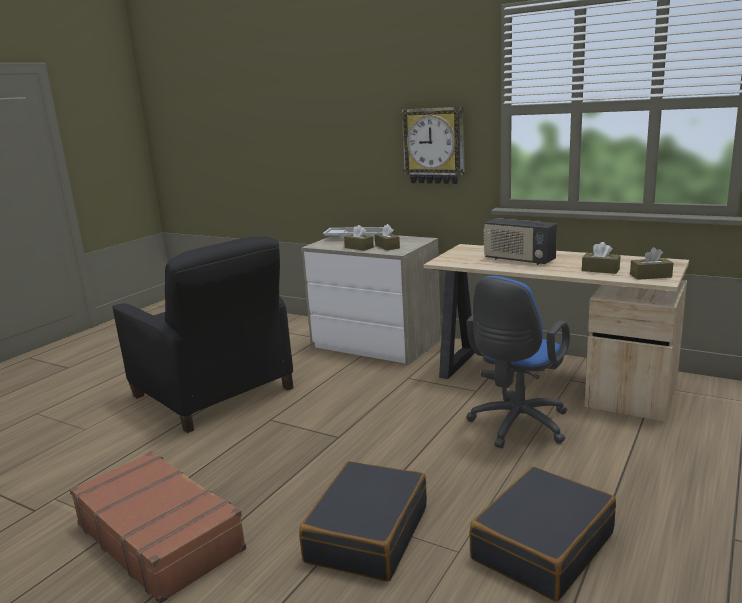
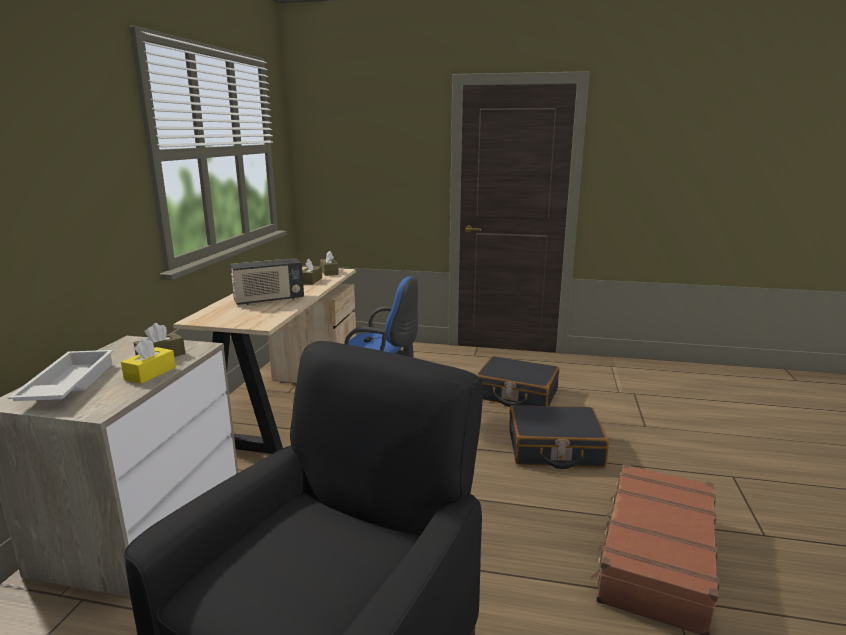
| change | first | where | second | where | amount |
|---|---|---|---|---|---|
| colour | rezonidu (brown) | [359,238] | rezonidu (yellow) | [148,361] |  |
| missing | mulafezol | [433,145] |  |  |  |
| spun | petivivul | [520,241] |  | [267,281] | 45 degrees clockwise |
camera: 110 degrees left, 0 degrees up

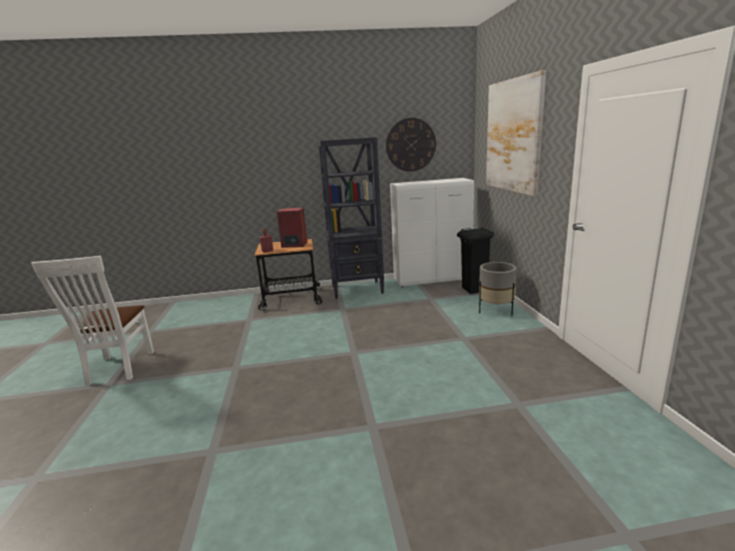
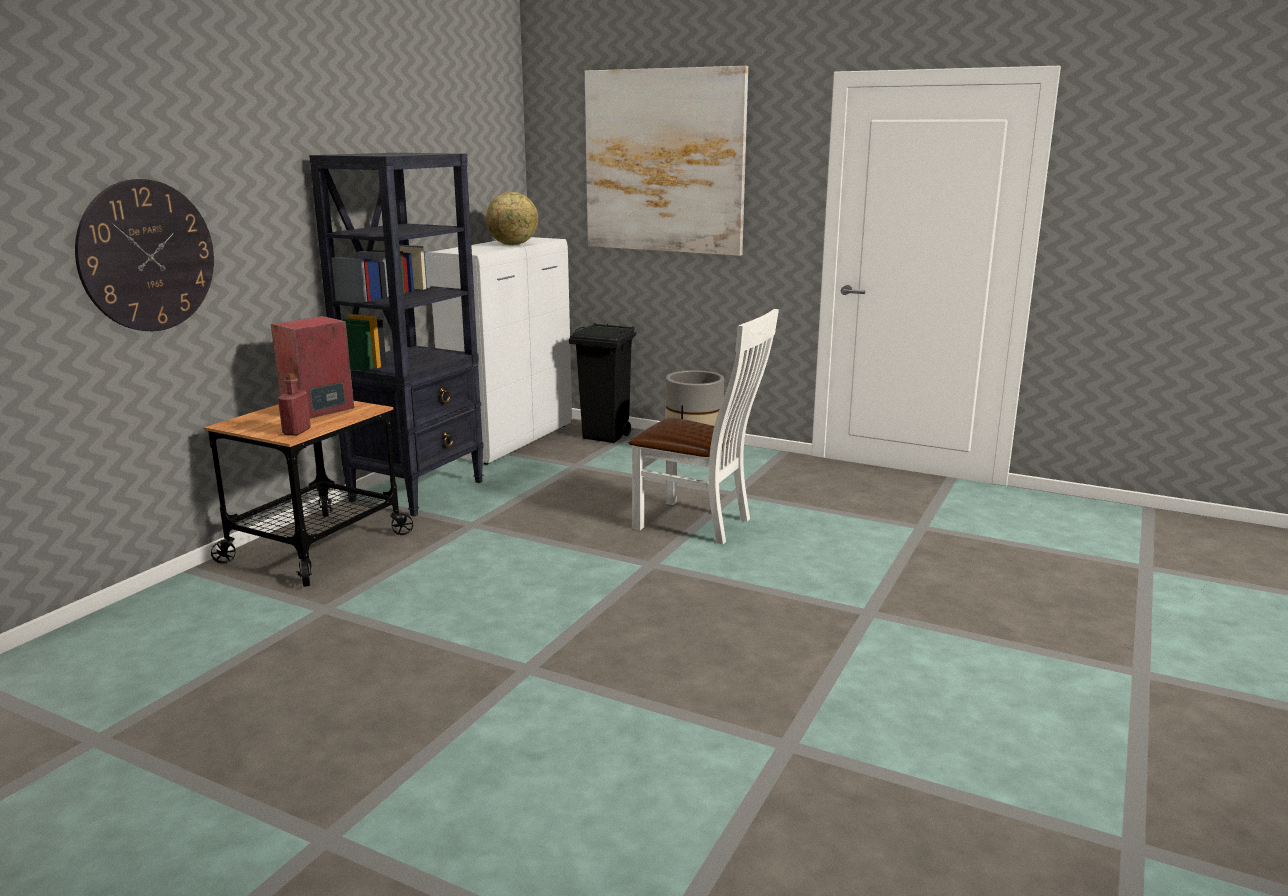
| change | first | where | second | where | amount |
|---|---|---|---|---|---|
| relocated | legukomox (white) | [92,320] |  | [703,426] |  |
| relocated | mulafezol | [411,145] |  | [144,255] |  |
| appeared |  |  | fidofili | [512,218] |  |
camera: 55 degrees left, 0 degrees up

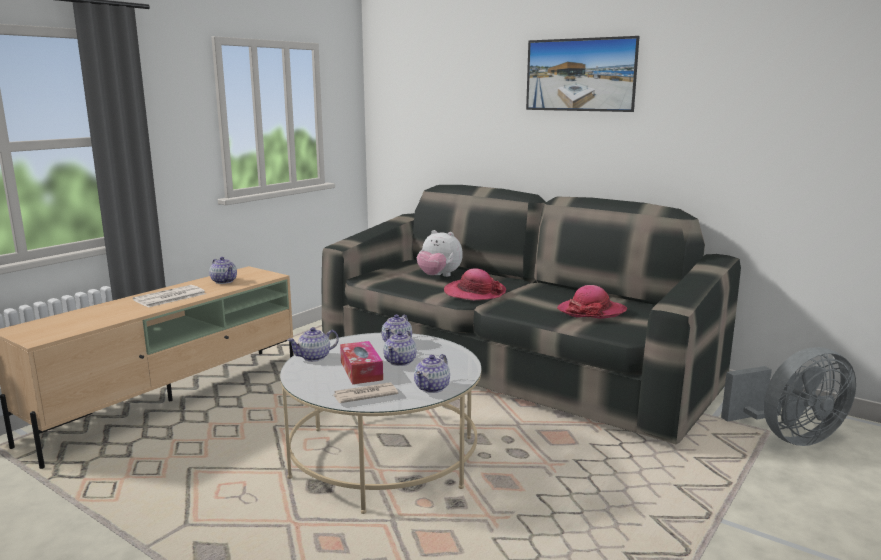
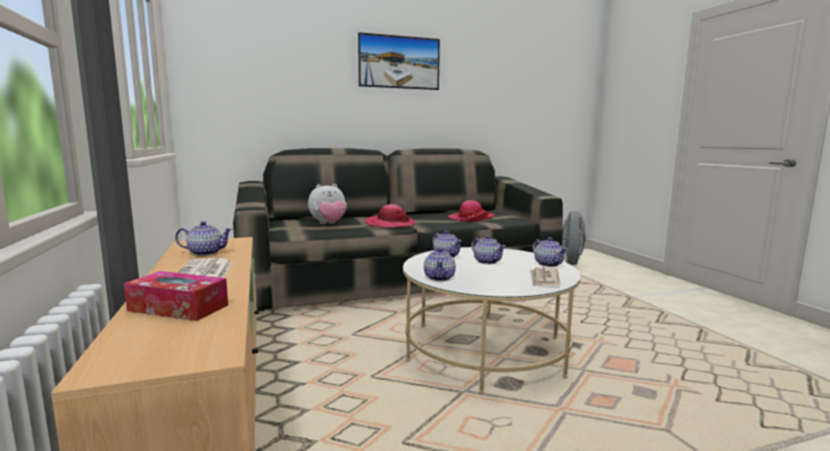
| change | first | where | second | where | amount |
|---|---|---|---|---|---|
| relocated | rezonidu | [361,362] |  | [176,296] |  |
camera: 55 degrees left, 5 degrees down

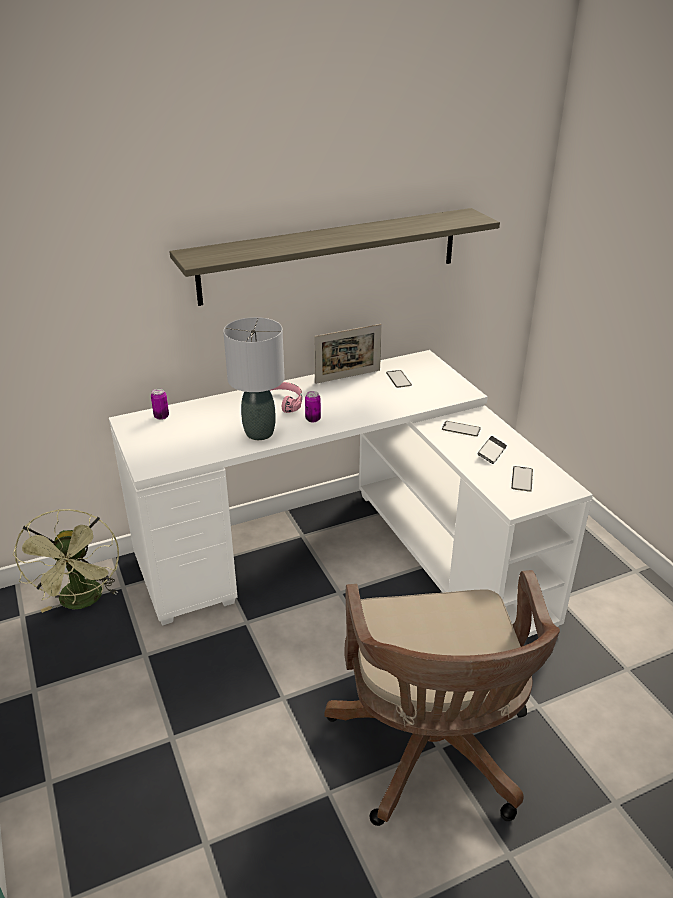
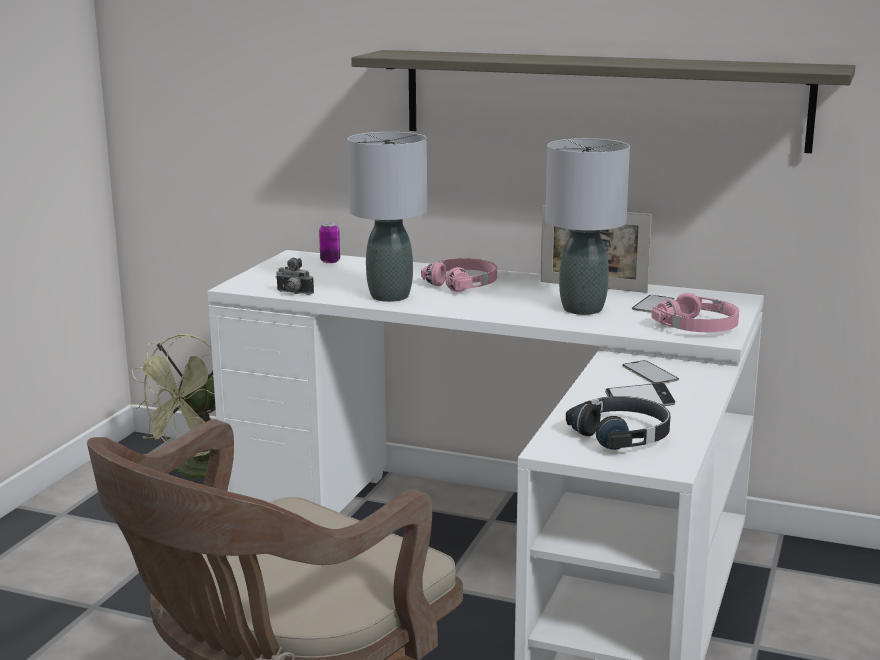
| change | first | where | second | where | amount |
|---|---|---|---|---|---|
| missing | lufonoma | [313,406] |  |  |  |
| exchanged | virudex | [522,479] | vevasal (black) | [618,423] |  |
| appeared |  |  | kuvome | [294,276] |  |
| appeared |  |  | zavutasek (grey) | [587,226] |  |
| appeared |  |  | vevasal (pink) | [695,312] |  |
camera: 45 degrees right, 15 degrees down

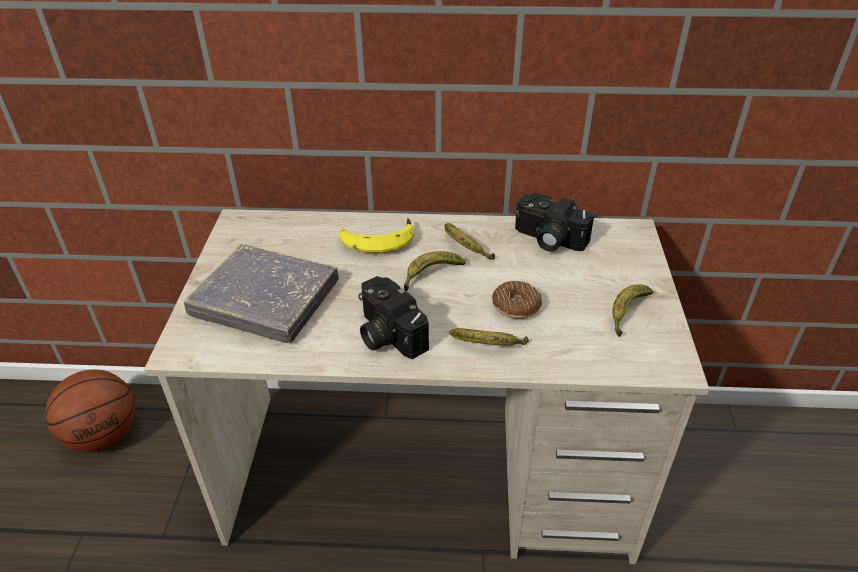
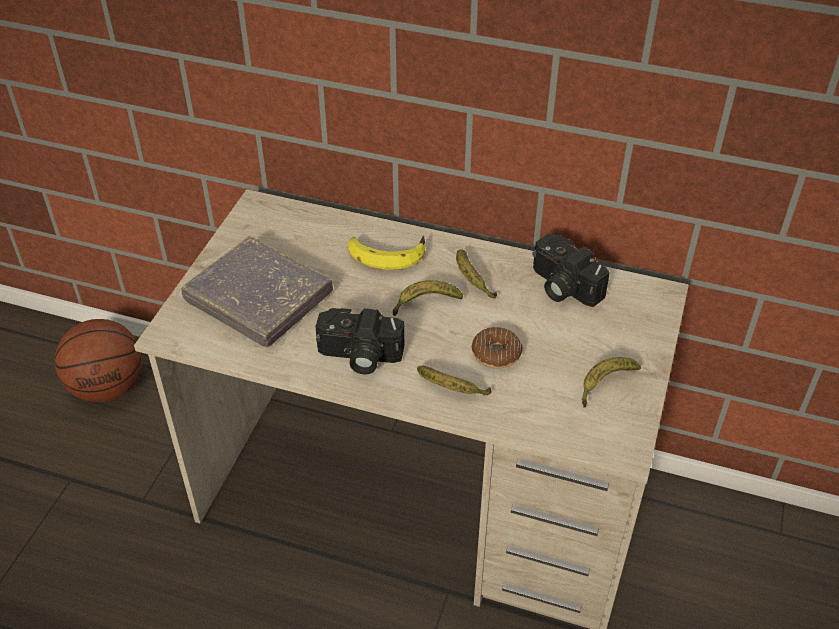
| change | first | where | second | where | amount |
|---|---|---|---|---|---|
| spun | kuvome | [393,317] |  | [359,341] | 60 degrees counterclockwise |
camera: 15 degrees right, 5 degrees up

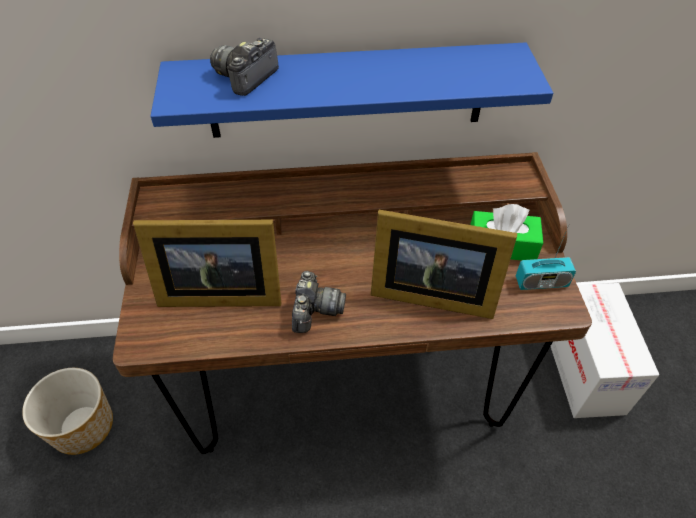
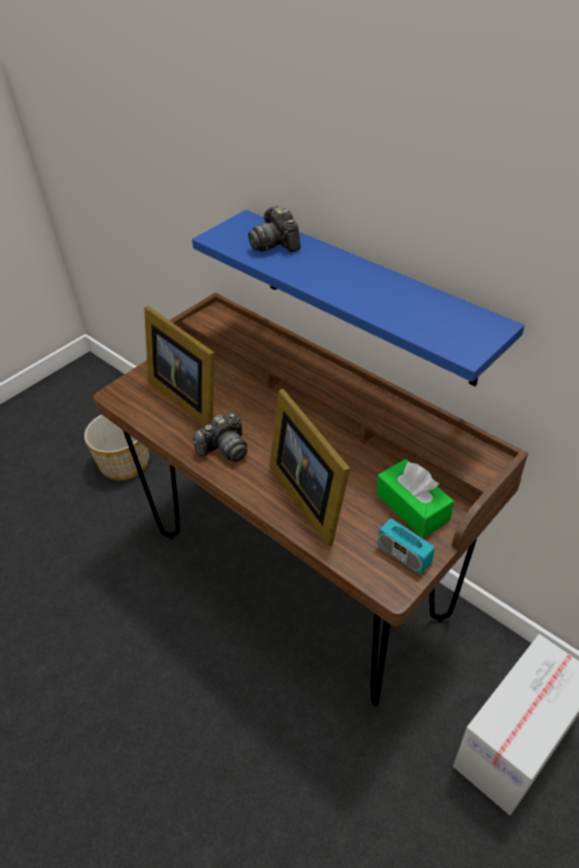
| change | first | where | second | where | amount |
|---|---|---|---|---|---|
| spun | kuvome | [244,67] |  | [274,229] | 105 degrees counterclockwise |
camera: 50 degrees right, 5 degrees down

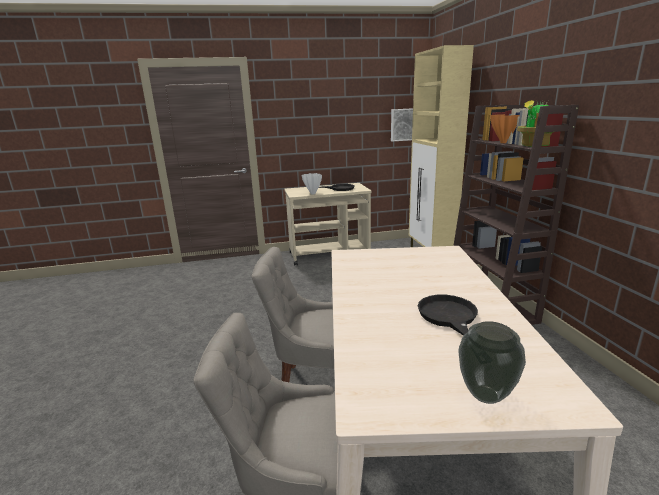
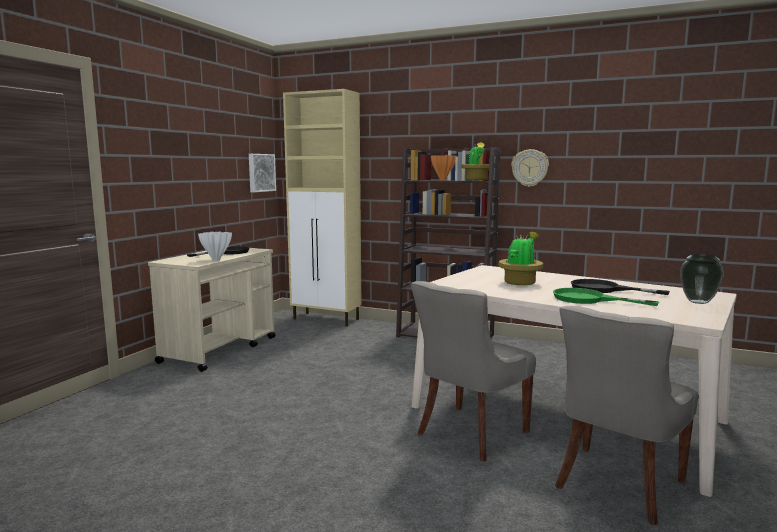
| change | first | where | second | where | amount |
|---|---|---|---|---|---|
| appeared |  |  | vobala | [520,258] |  |
| appeared |  |  | mulafezol | [530,168] |  |
| appeared |  |  | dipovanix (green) | [606,297] |  |
camera: 55 degrees left, 10 degrees down

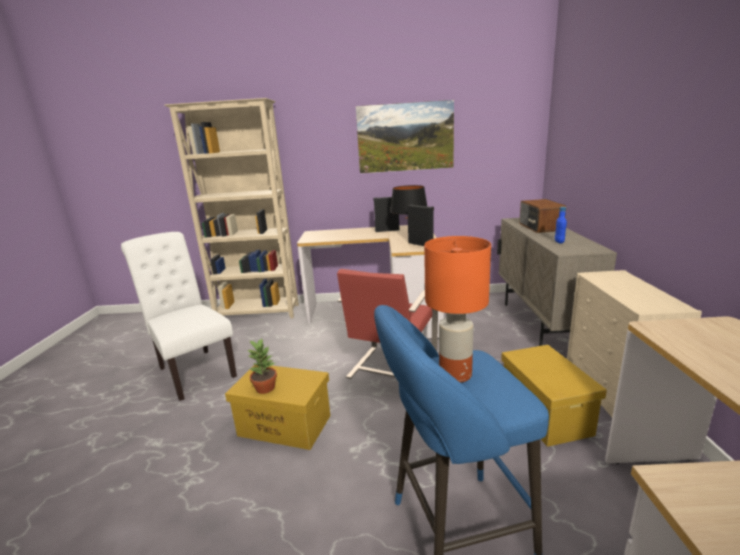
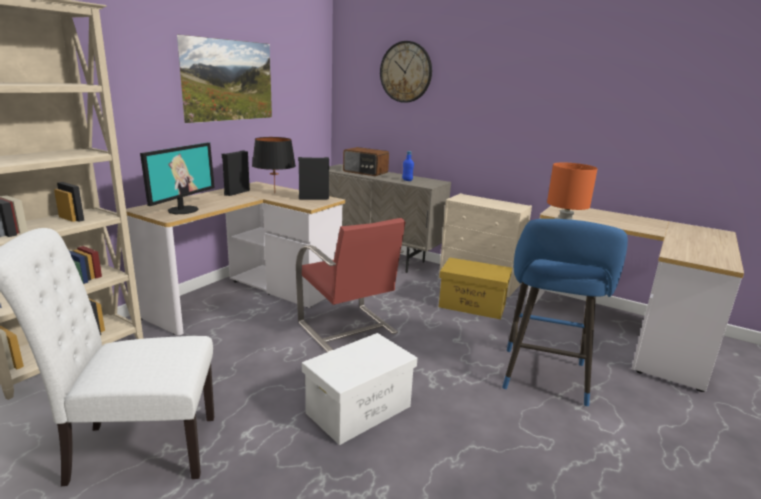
| change | first | where | second | where | amount |
|---|---|---|---|---|---|
| colour | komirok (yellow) | [277,407] | komirok (white) | [359,389] |  |
| missing | vobala | [262,366] |  |  |  |
| appeared |  |  | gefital | [177,178] |  |
| appeared |  |  | mulafezol | [406,72] |  |
camera: 60 degrees left, 0 degrees up

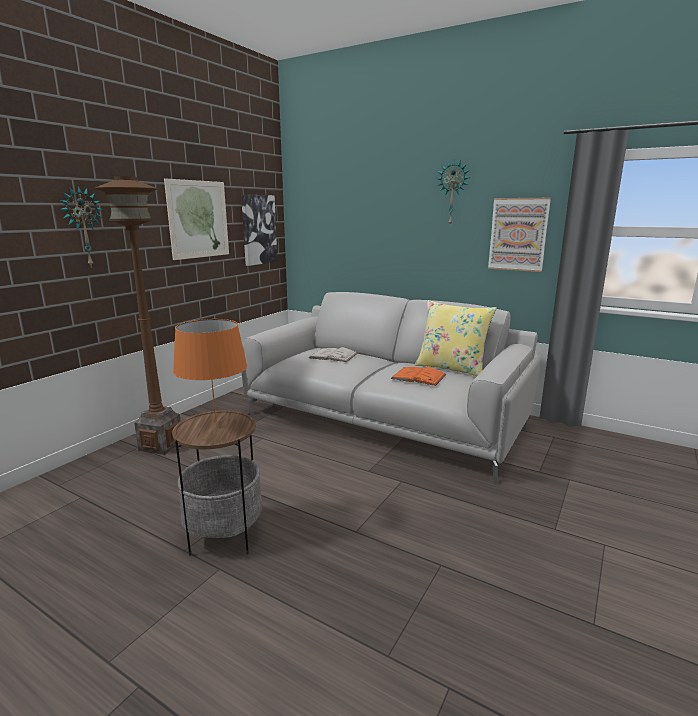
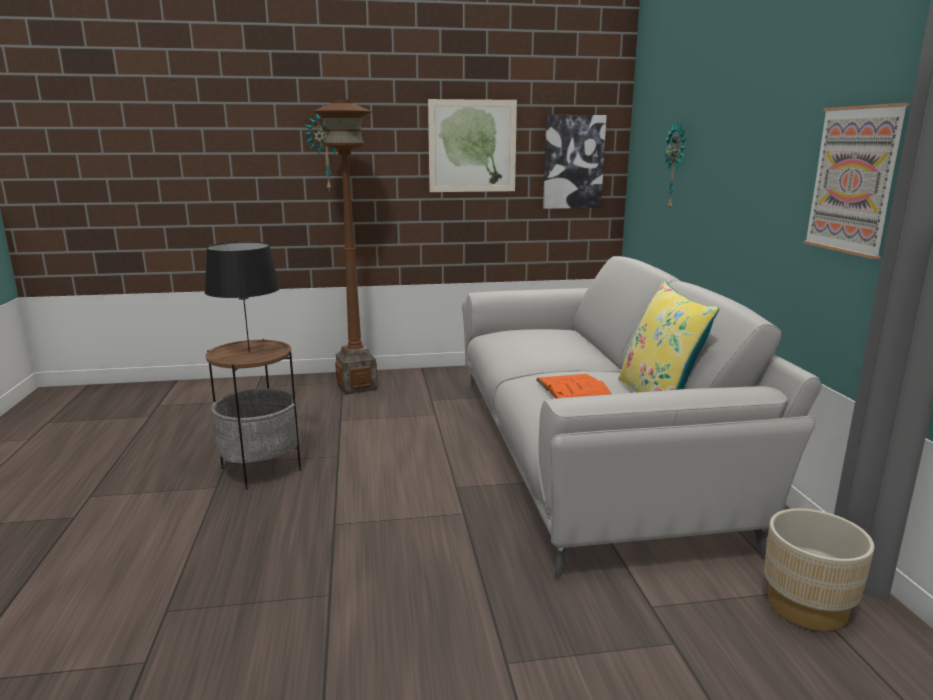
| change | first | where | second | where | amount |
|---|---|---|---|---|---|
| colour | zavutasek (orange) | [210,373] | zavutasek (black) | [242,297] |  |
| missing | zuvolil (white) | [333,354] |  |  |  |
| relocated | mulafezol | [453,191] |  | [675,166] |  |
| appeared |  |  | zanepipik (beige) | [819,569] |  |
camera: 50 degrees right, 0 degrees up

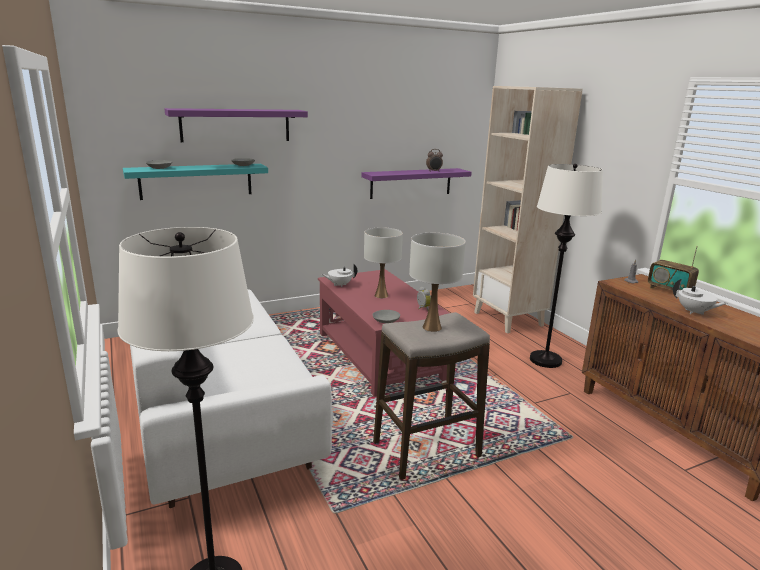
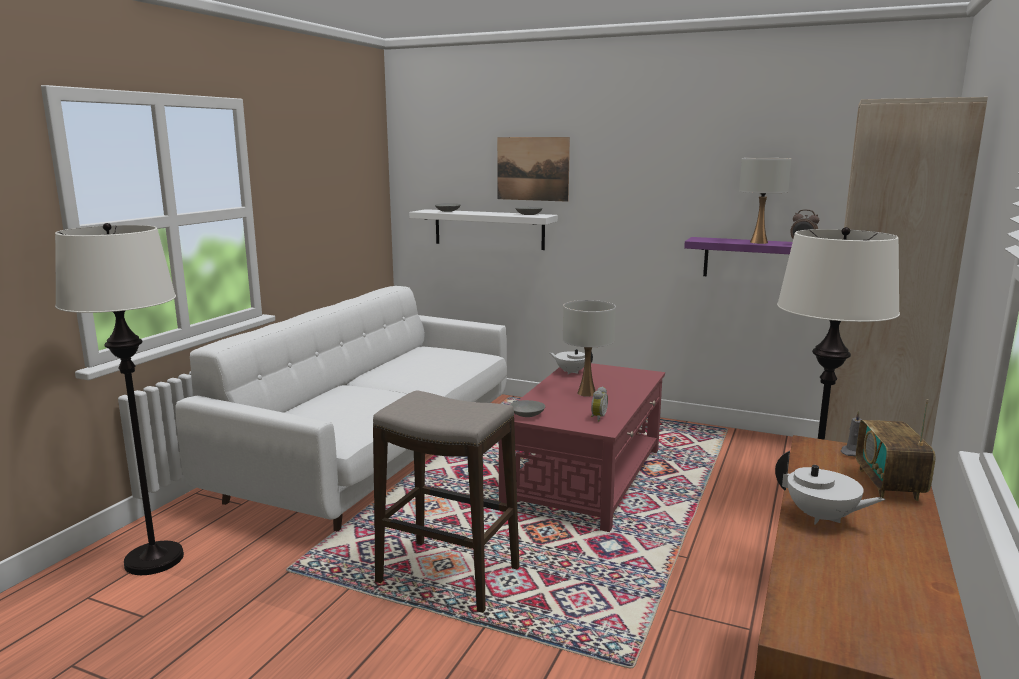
| change | first | where | second | where | amount |
|---|---|---|---|---|---|
| colour | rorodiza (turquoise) | [195,182] | rorodiza (white) | [483,229] |  |
| exchanged | rorodiza (purple) | [236,125] | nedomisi | [533,169] |  |
| relocated | zavutasek (white) | [437,282] |  | [765,201] |  |
| spun | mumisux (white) | [700,297] |  | [830,488] | 60 degrees counterclockwise |
camera: 50 degrees right, 5 degrees down

